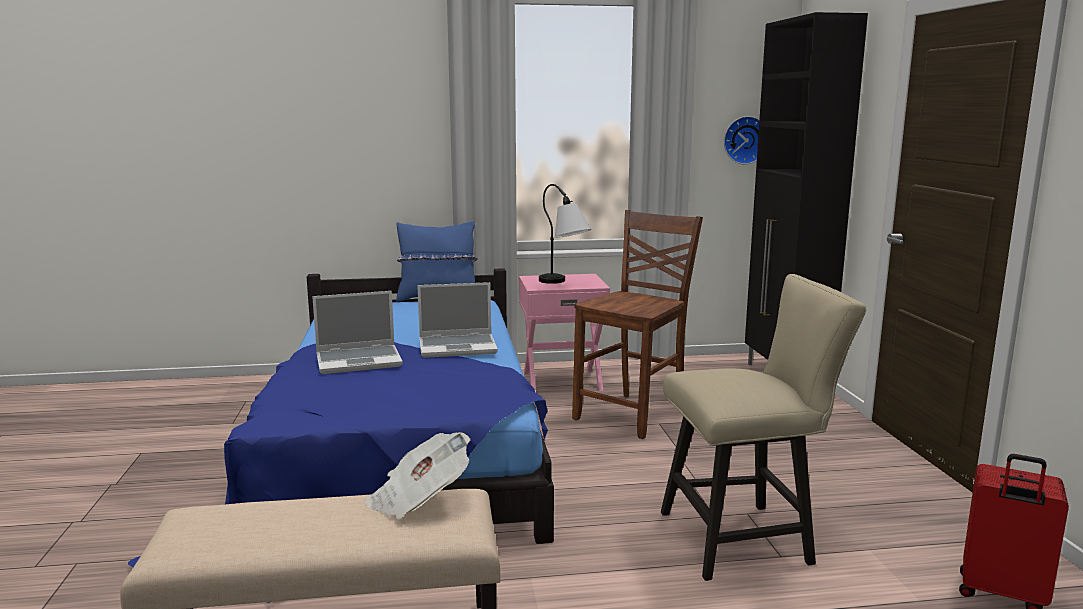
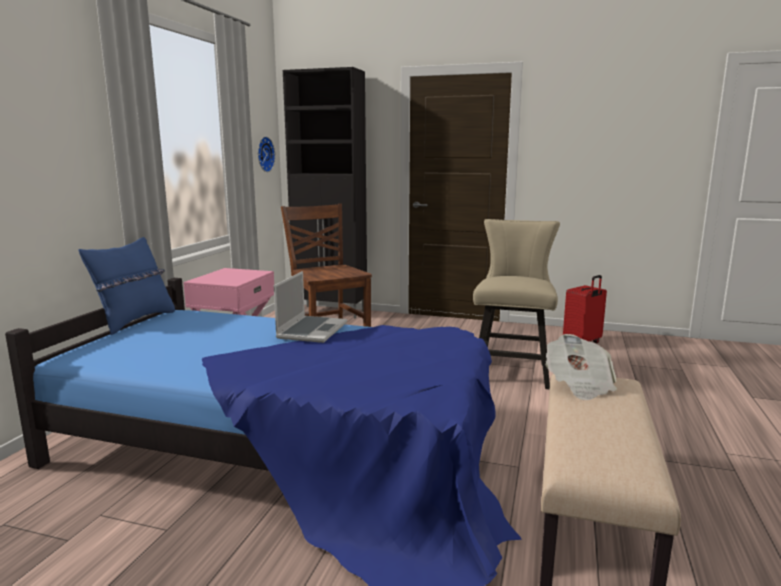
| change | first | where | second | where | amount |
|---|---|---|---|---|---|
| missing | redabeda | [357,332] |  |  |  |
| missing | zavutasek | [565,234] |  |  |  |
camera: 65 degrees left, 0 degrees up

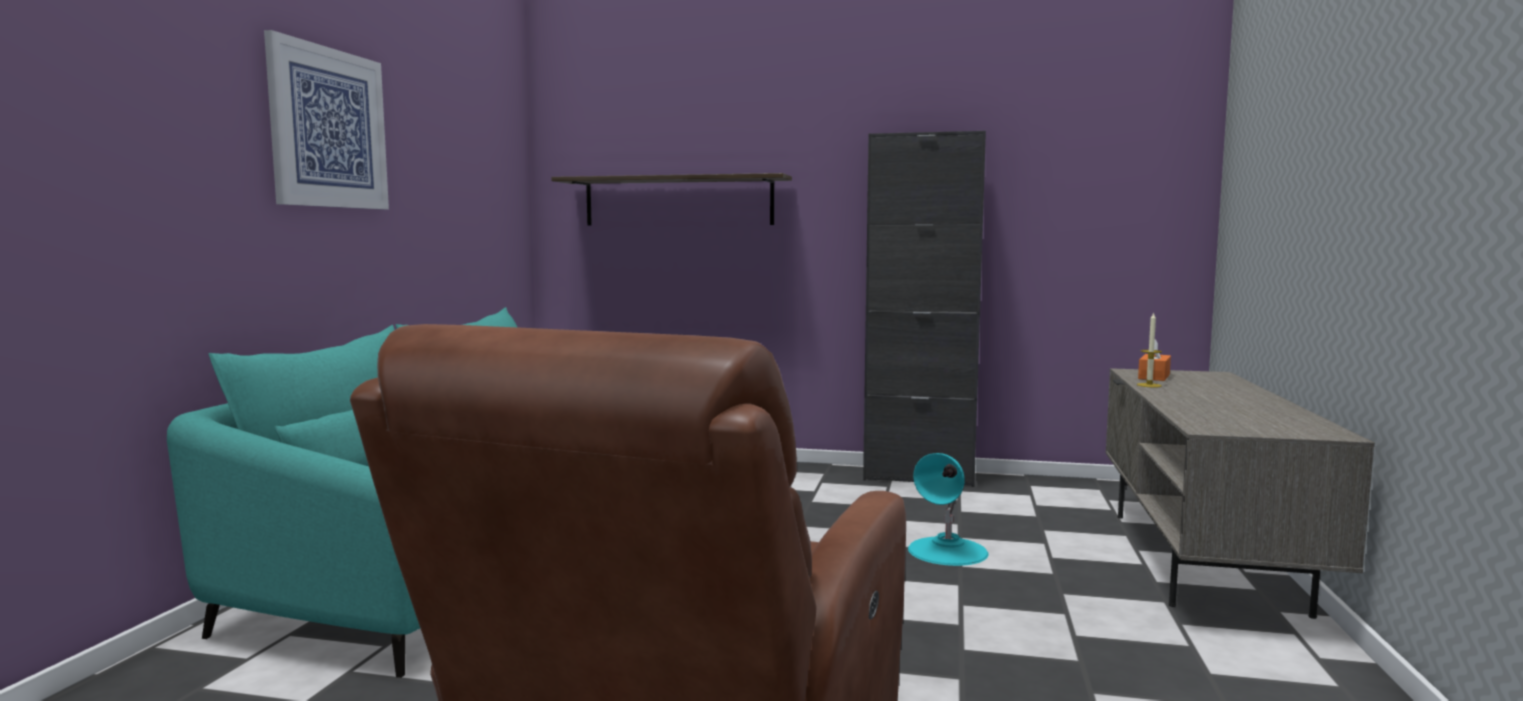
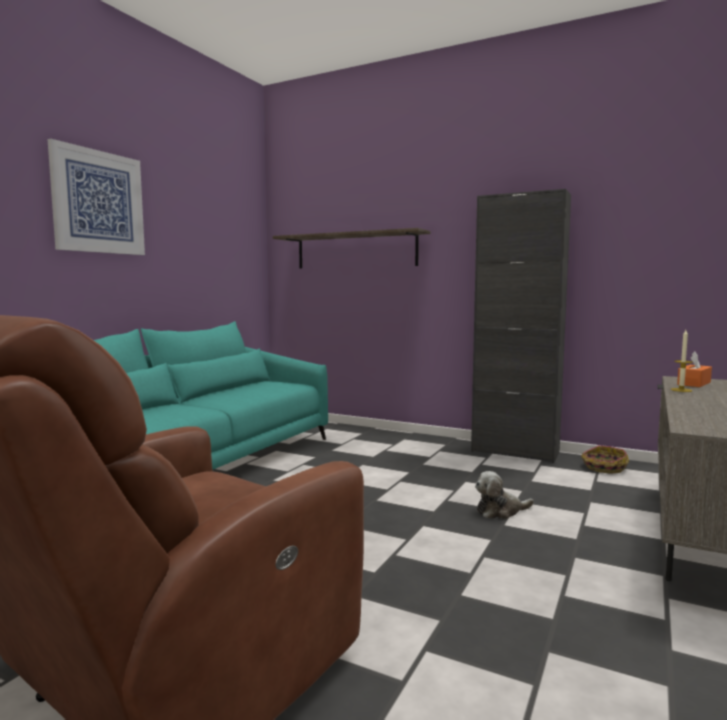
| change | first | where | second | where | amount |
|---|---|---|---|---|---|
| exchanged | zavutasek (turquoise) | [948,509] | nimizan | [504,495] |  |
| appeared |  |  | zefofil | [605,459] |  |
camera: 15 degrees right, 0 degrees up

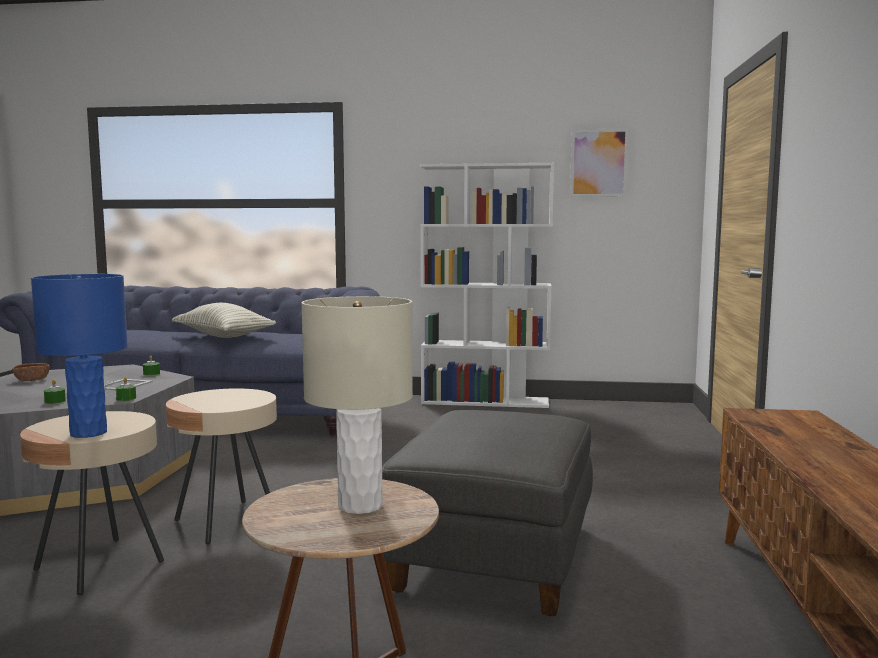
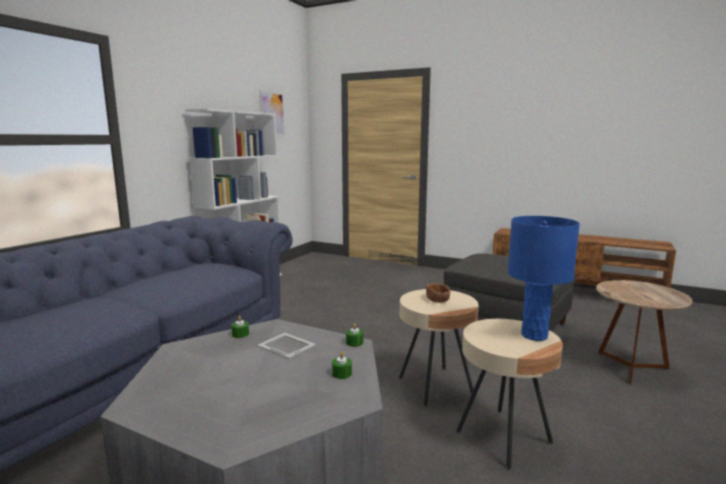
| change | first | where | second | where | amount |
|---|---|---|---|---|---|
| relocated | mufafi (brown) | [30,372] |  | [438,293] |  |
| missing | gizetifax | [224,320] |  |  |  |
| missing | zavutasek (beige) | [357,405] |  |  |  |
camera: 70 degrees left, 5 degrees up

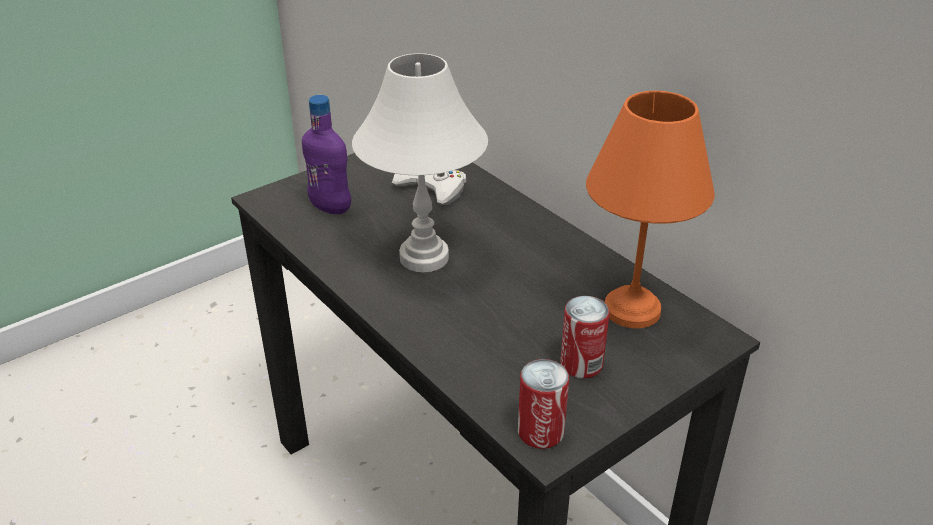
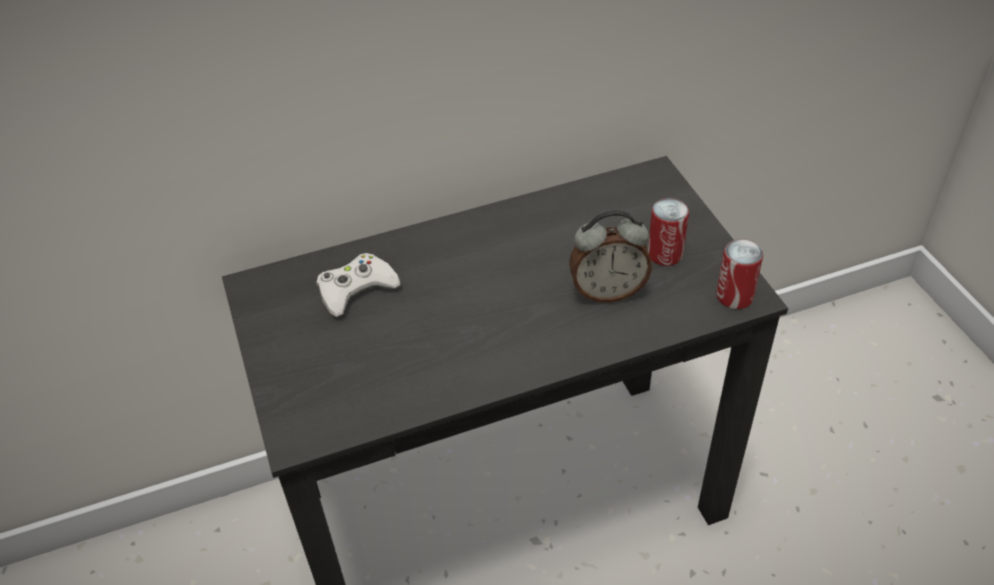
| change | first | where | second | where | amount |
|---|---|---|---|---|---|
| missing | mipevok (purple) | [326,154] |  |  |  |
| missing | zavutasek (white) | [420,162] |  |  |  |
| missing | zavutasek (orange) | [650,209] |  |  |  |
| appeared |  |  | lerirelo | [610,256] |  |
camera: 70 degrees left, 10 degrees up

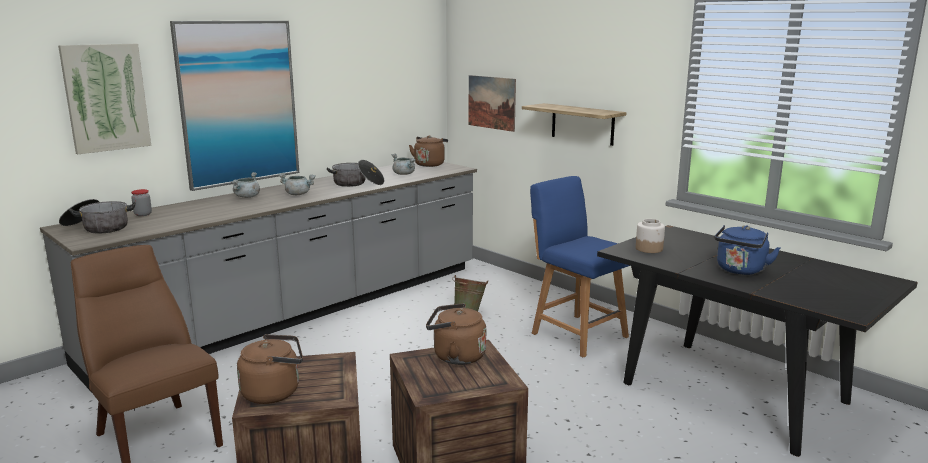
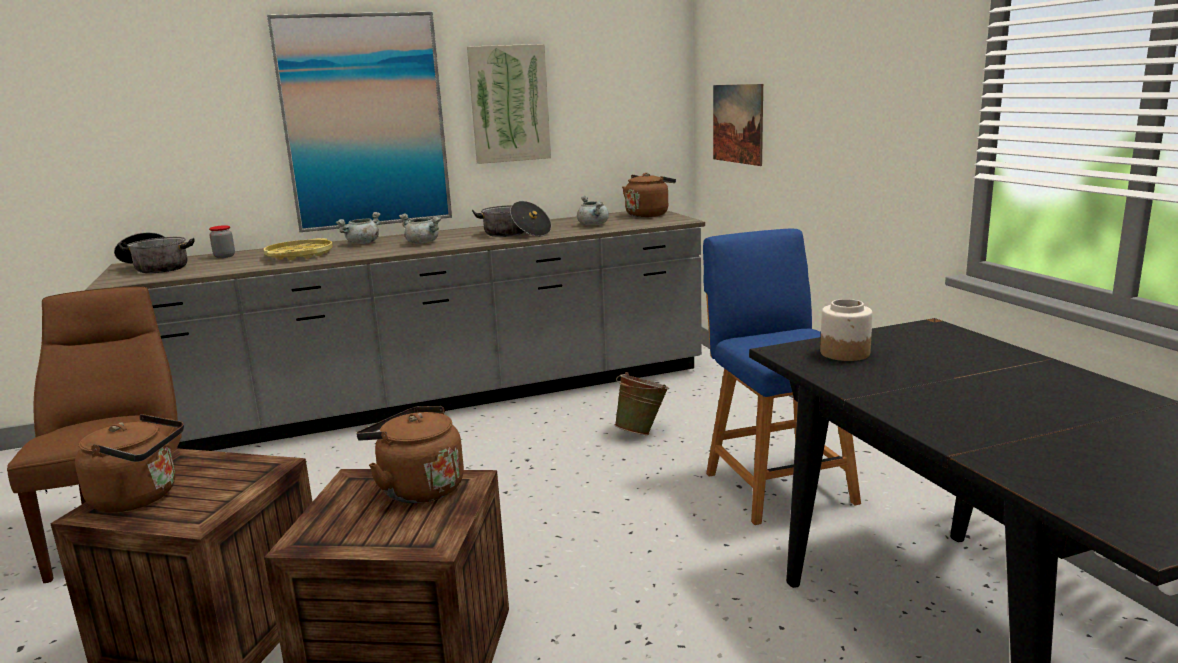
| change | first | where | second | where | amount |
|---|---|---|---|---|---|
| relocated | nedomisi | [104,99] |  | [509,104] |  |
| missing | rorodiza | [574,124] |  |  |  |
| missing | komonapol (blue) | [747,250] |  |  |  |
| appeared |  |  | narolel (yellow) | [298,249] |  |
camera: 25 degrees right, 0 degrees up

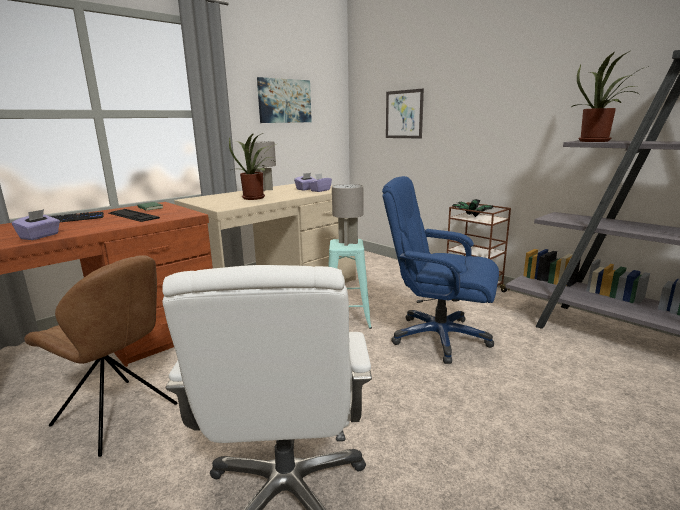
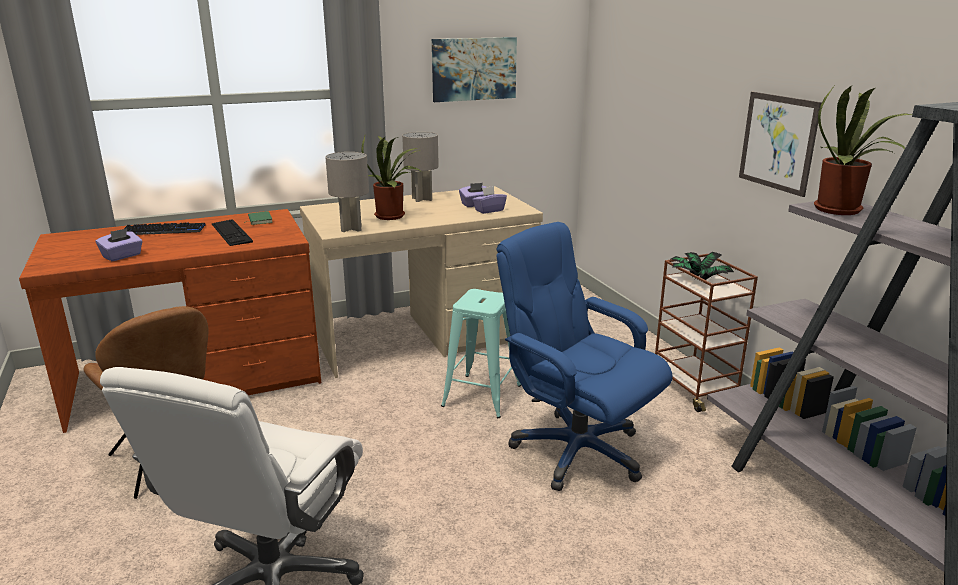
| change | first | where | second | where | amount |
|---|---|---|---|---|---|
| relocated | zavutasek (grey) | [347,215] |  | [347,192] |  |
| relocated | nedomisi | [405,114] |  | [780,144] |  |
camera: 20 degrees right, 5 degrees up

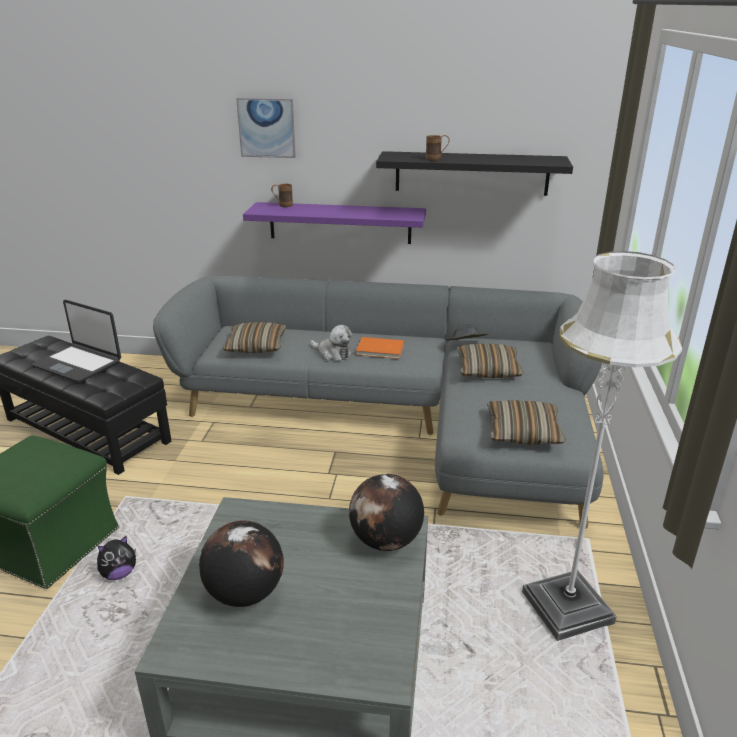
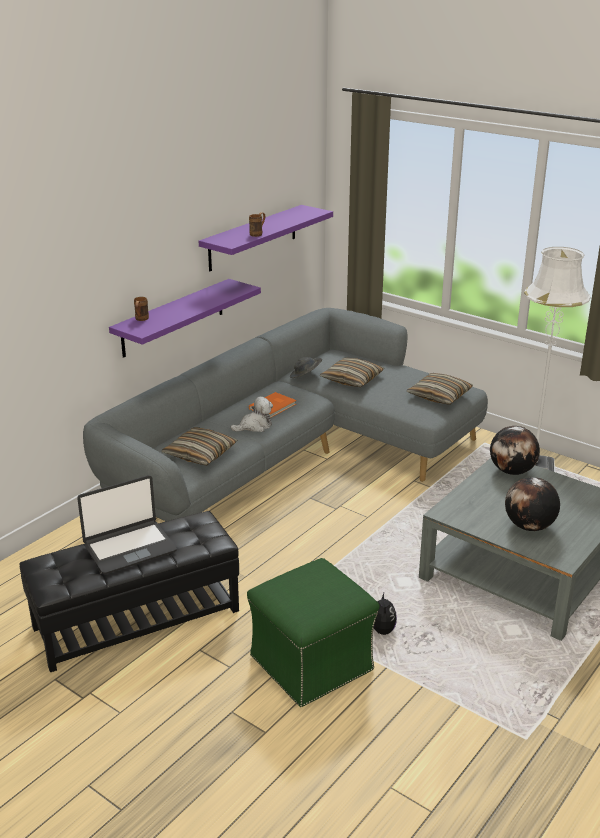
| change | first | where | second | where | amount |
|---|---|---|---|---|---|
| missing | nedomisi | [266,128] |  |  |  |
| colour | rorodiza (black) | [474,173] | rorodiza (purple) | [266,238] |  |
camera: 60 degrees left, 0 degrees up

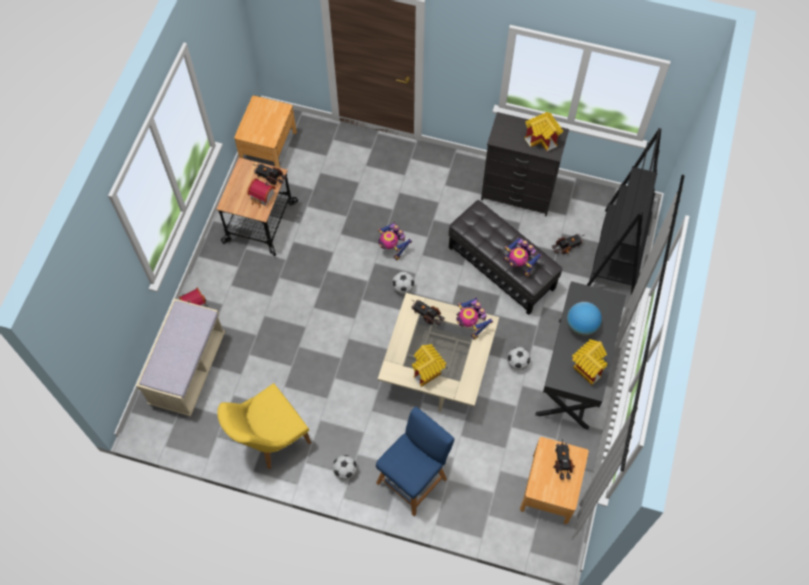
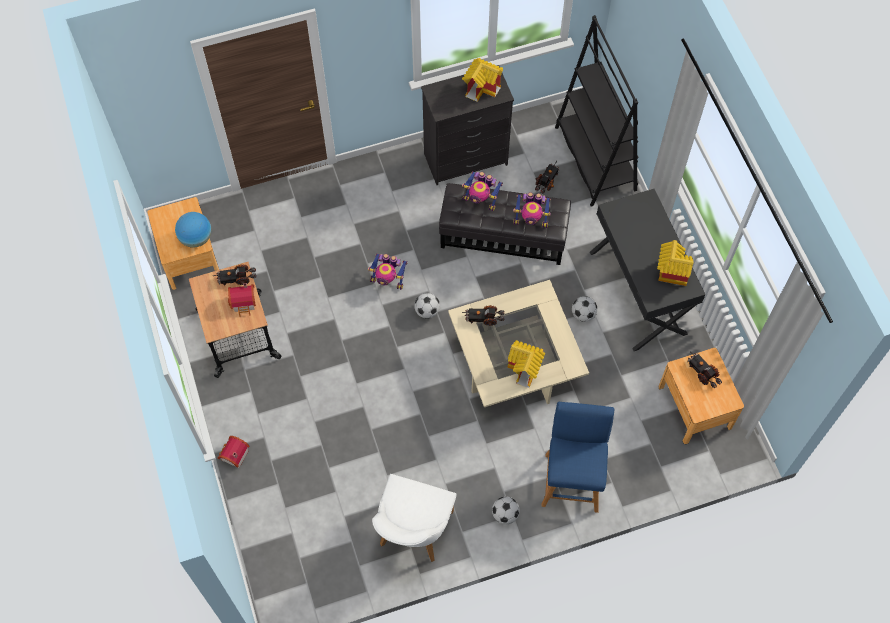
| change | first | where | second | where | amount |
|---|---|---|---|---|---|
| missing | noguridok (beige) | [180,357] |  |  |  |
| colour | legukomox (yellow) | [264,426] | legukomox (white) | [414,518] |  |
| relocated | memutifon | [474,318] |  | [482,191] |  |
| relocated | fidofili | [584,319] |  | [193,230] |  |
camera: 35 degrees left, 0 degrees up

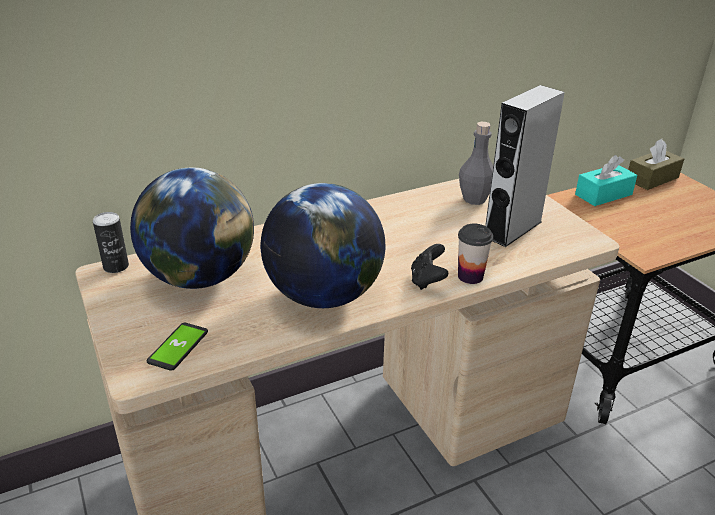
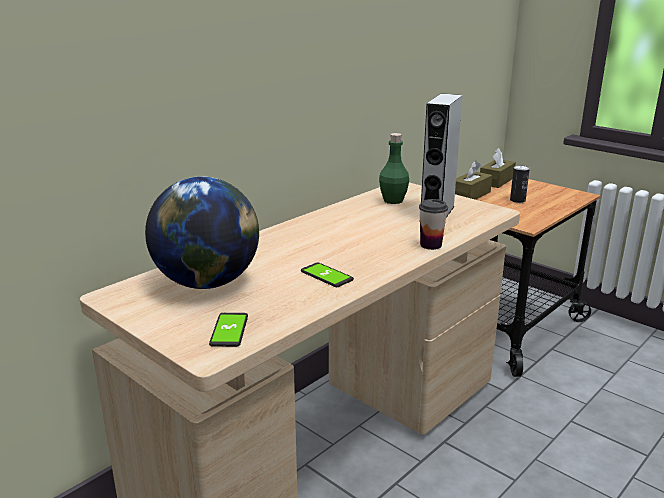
| change | first | where | second | where | amount |
|---|---|---|---|---|---|
| relocated | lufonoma | [111,242] |  | [520,184] |  |
| exchanged | fidofili | [323,245] | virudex | [327,275] |  |
| missing | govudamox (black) | [429,267] |  |  |  |
| colour | mipevok (grey) | [476,163] | mipevok (green) | [394,168] |  |
| colour | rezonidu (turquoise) | [606,180] | rezonidu (brown) | [473,180] |  |
camera: 20 degrees left, 10 degrees down

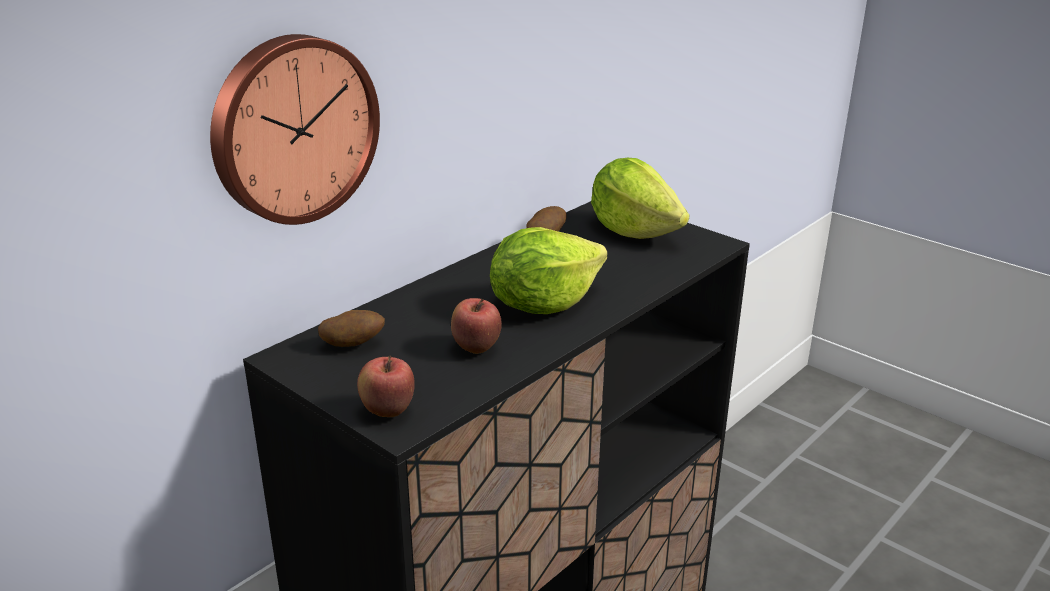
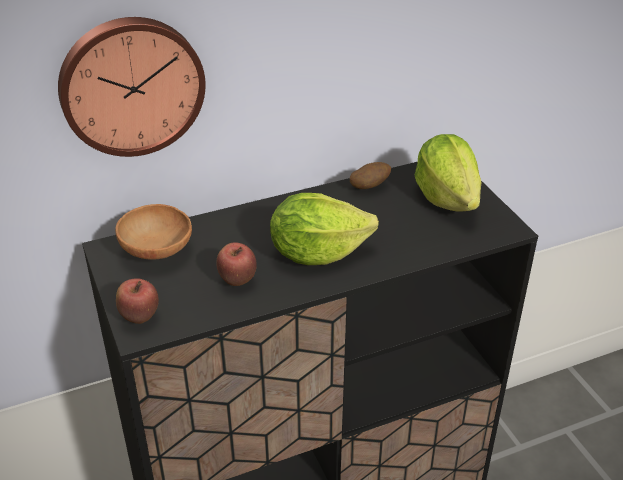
| change | first | where | second | where | amount |
|---|---|---|---|---|---|
| exchanged | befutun | [351,328] | mufafi (brown) | [153,232] |  |
camera: 25 degrees right, 10 degrees up

